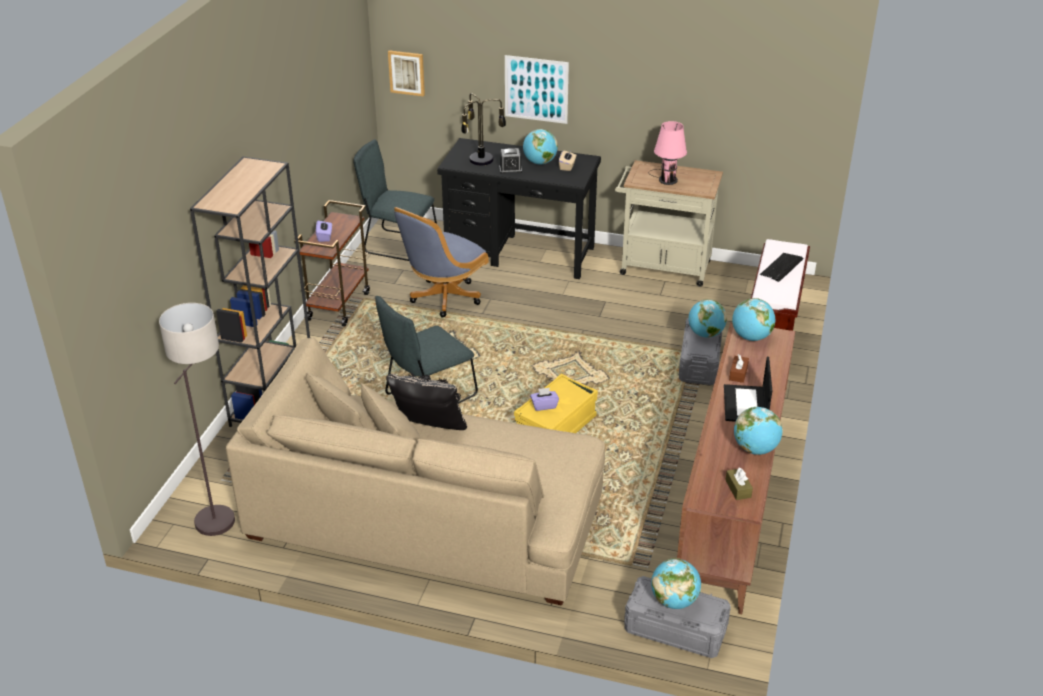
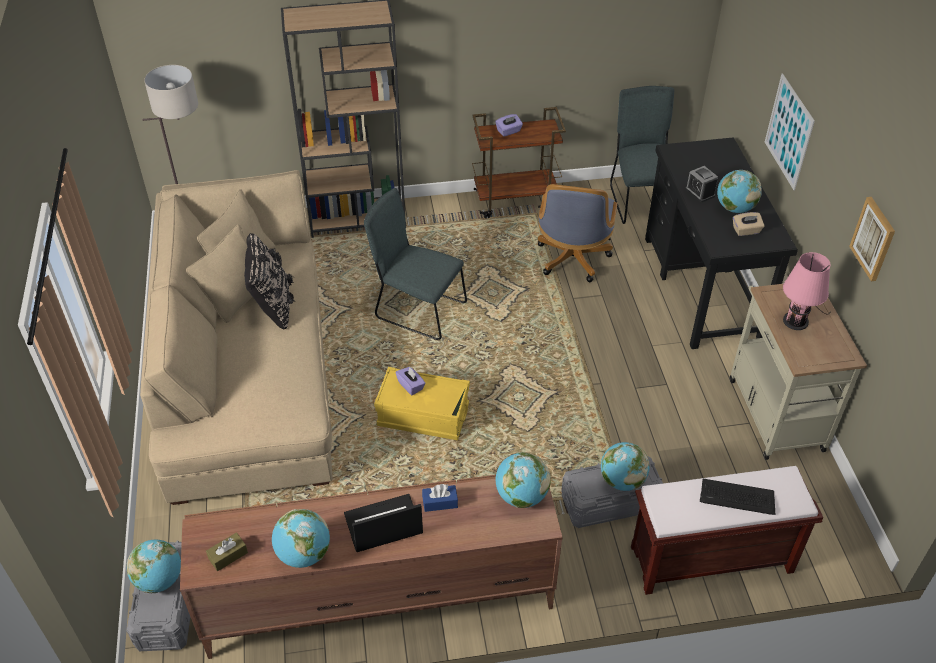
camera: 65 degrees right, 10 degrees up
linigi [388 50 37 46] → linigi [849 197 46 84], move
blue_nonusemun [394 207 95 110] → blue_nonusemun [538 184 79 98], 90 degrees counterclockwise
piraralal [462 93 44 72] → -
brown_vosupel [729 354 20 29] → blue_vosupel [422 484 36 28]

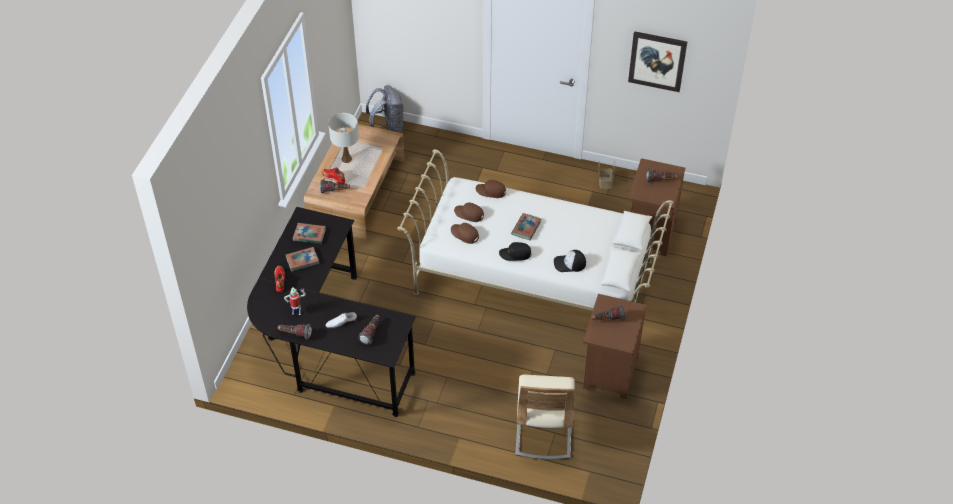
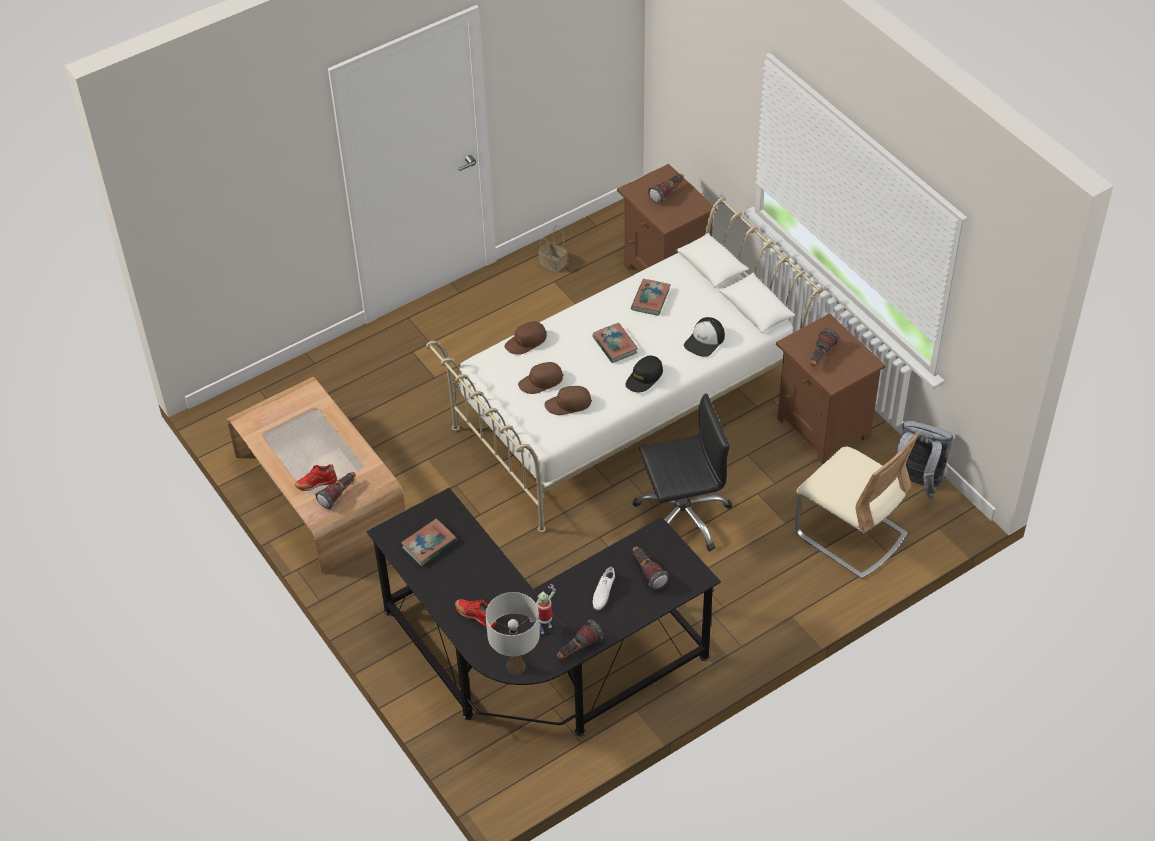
camera: 50 degrees left, 0 degrees up
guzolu [285 247 35 25] → guzolu [631 279 40 37], move
white_piraralal [328 113 31 50] → white_piraralal [486 592 54 82], move
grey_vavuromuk [366 85 37 48] → grey_vavuromuk [896 421 57 78], move
linigi [628 31 59 61] → -
- → black_nonusemun [632 393 100 158]

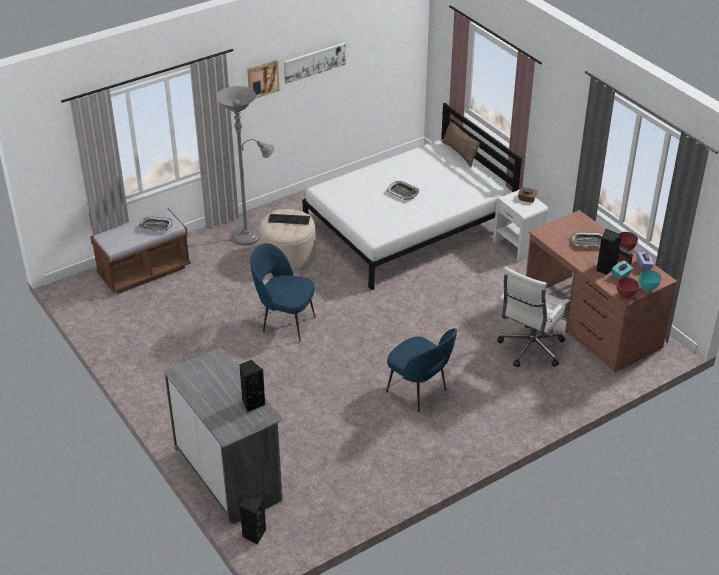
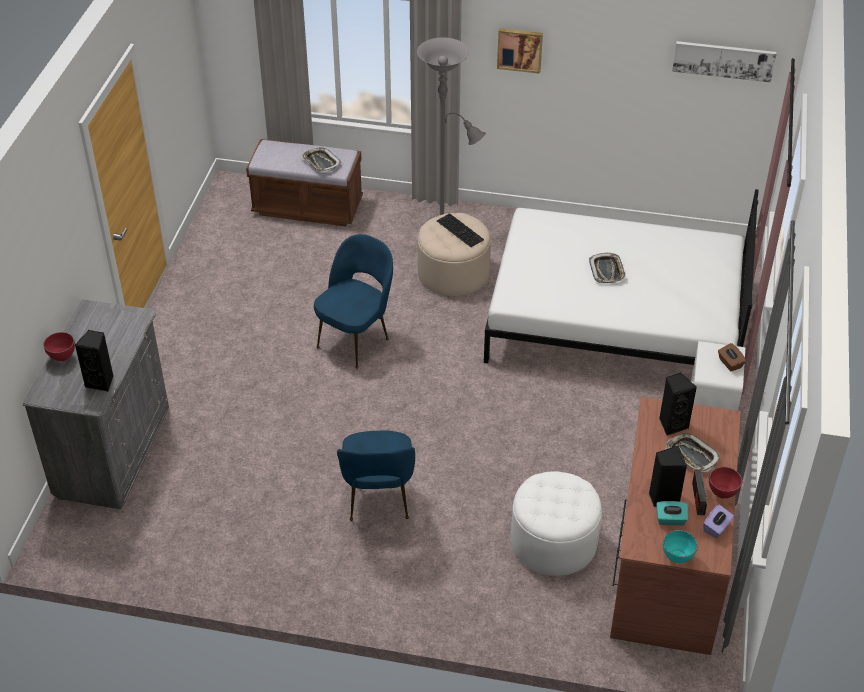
camera: 45 degrees right, 5 degrees up
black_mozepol [239 496 27 49] → black_mozepol [659 373 38 63], move
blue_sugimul [250 243 66 99] → blue_sugimul [314 234 79 135], 60 degrees clockwise
linigi [284 43 62 41] → linigi [672 41 105 41], move
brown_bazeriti [442 121 39 46] → -
white_nonusemun [497 267 74 100] → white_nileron [511 471 91 105]
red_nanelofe [616 277 23 22] → red_nanelofe [43 332 32 30], move

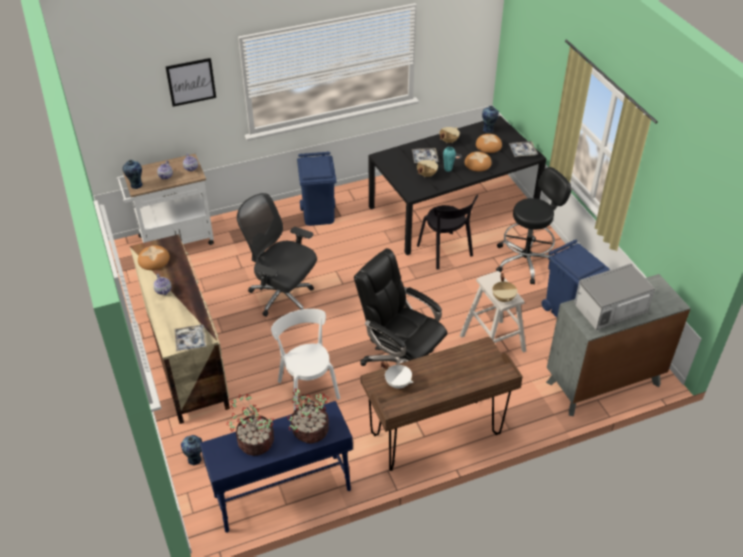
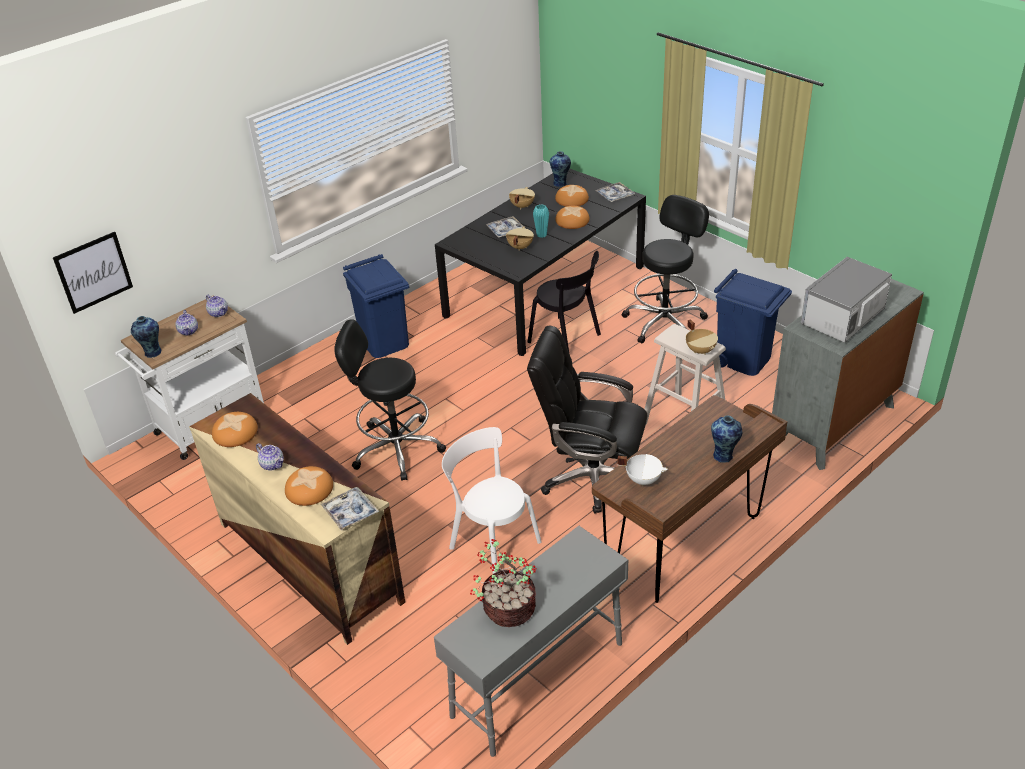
camera: 20 degrees left, 5 degrees down
linigi [166 58 50 49] → linigi [53 232 80 82], move
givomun [181 435 21 30] → givomun [711 415 31 48], move
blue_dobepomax [200 401 153 132] → grey_dobepomax [434 526 195 231]
nonusemun [237 193 80 124] → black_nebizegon [334 319 112 162]
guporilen [287 389 42 55] → -
- → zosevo [285 466 48 40]

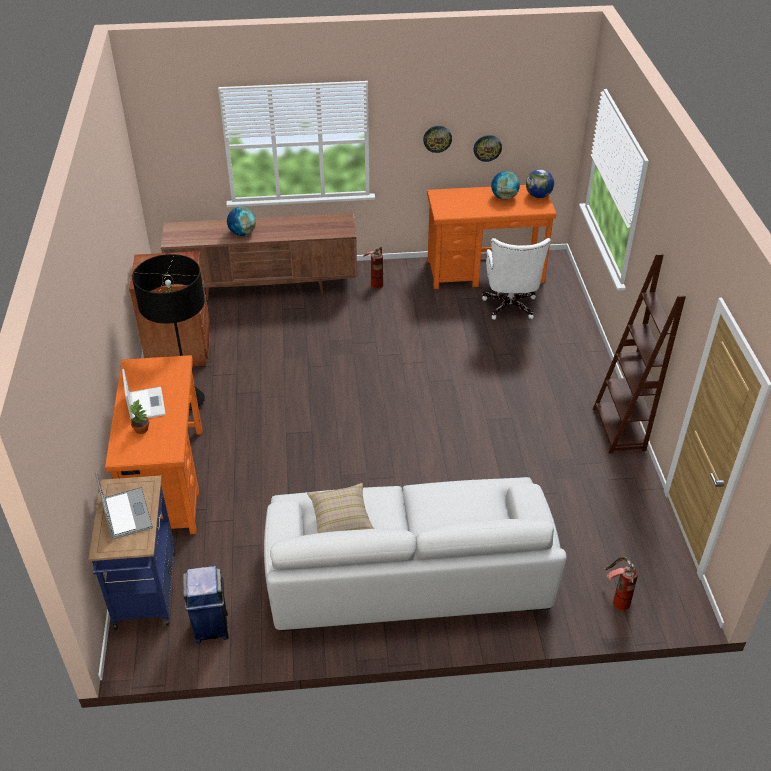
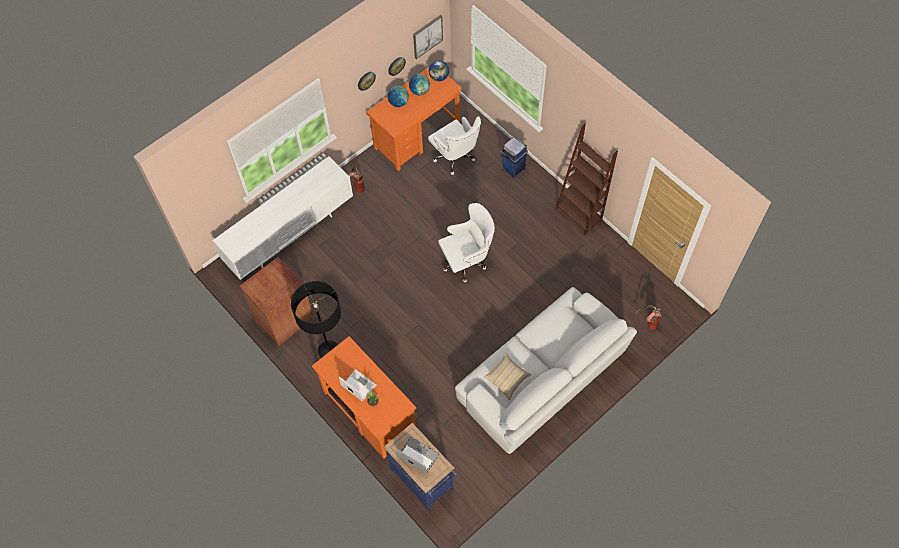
camera: 35 degrees left, 20 degrees up
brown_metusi [161 213 196 87] → white_metusi [213 156 140 124]
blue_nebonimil [183 566 46 78] → blue_nebonimil [501 137 27 42], move
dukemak [227 207 29 29] → dukemak [388 86 21 21], move
- → linigi [413 15 30 44]
- → white_nonusemun [438 203 57 79]

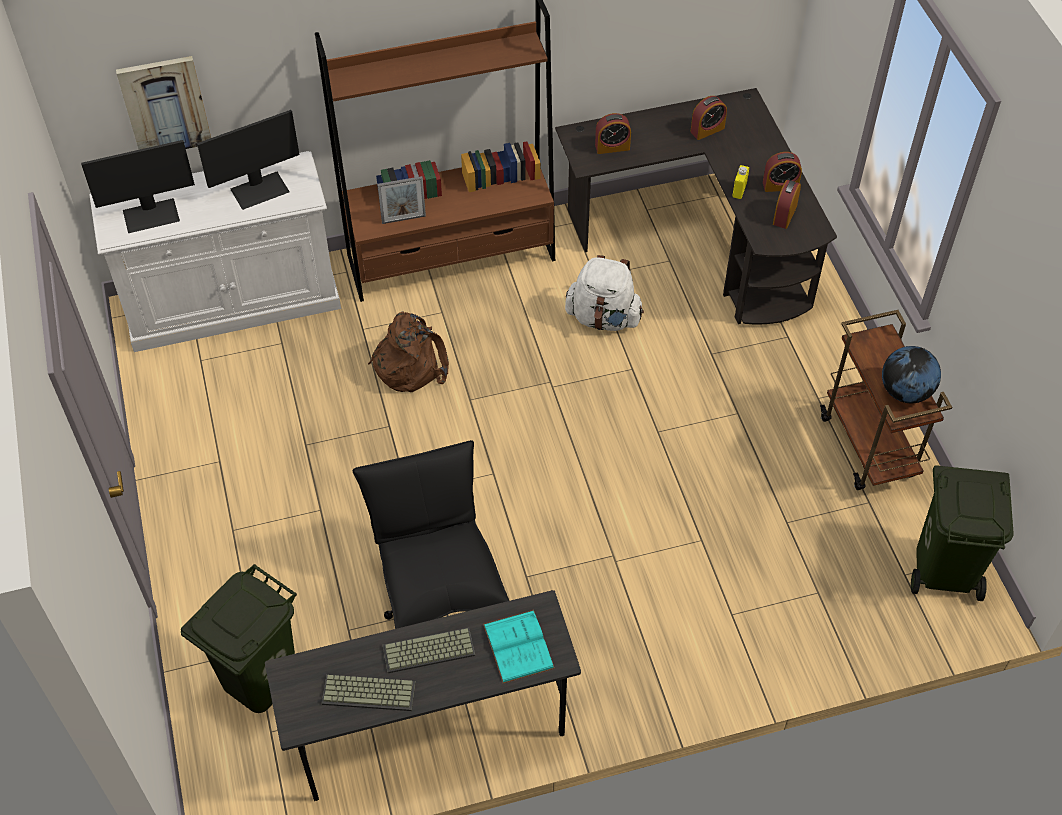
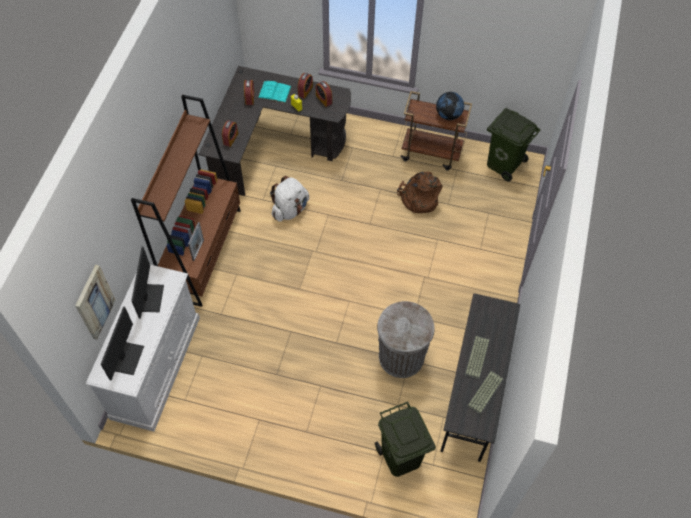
camera: 60 degrees left, 5 degrees up
black_nonusemun [353 440 156 189] → grey_nebonimil [377 301 57 77]
brown_vavuromuk [368 311 81 81] → brown_vavuromuk [397 172 46 41], move
turquoise_guzolu [483 610 72 74] → turquoise_guzolu [258 81 34 22], move

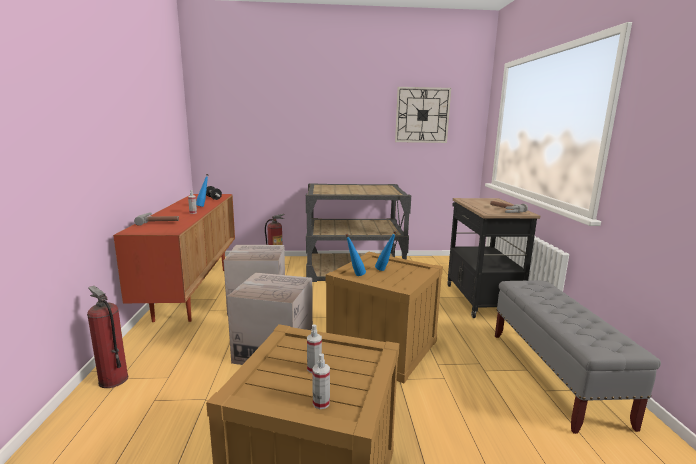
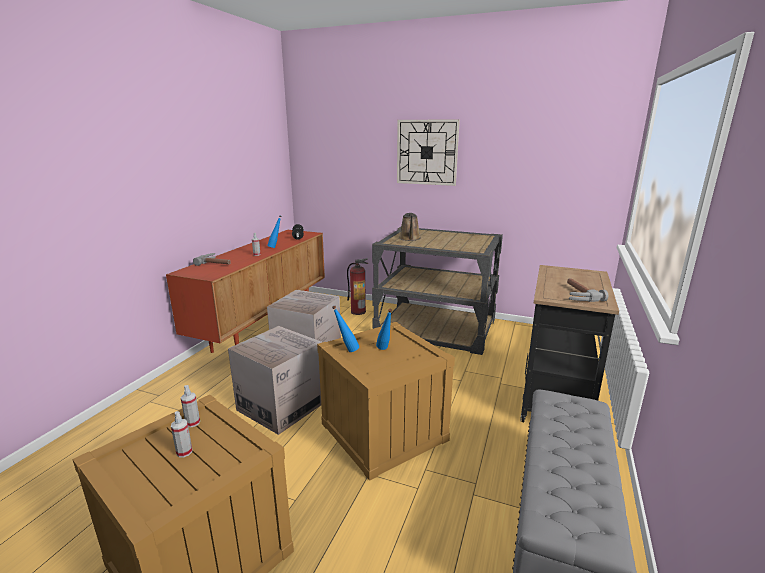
camera: 25 degrees right, 5 degrees up
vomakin [87 286 41 102] → -
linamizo [312 353 18 56] → linamizo [181 385 19 42], move
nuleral [395 87 56 56] → nuleral [397 119 63 67], move
- → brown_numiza [399 213 22 28]

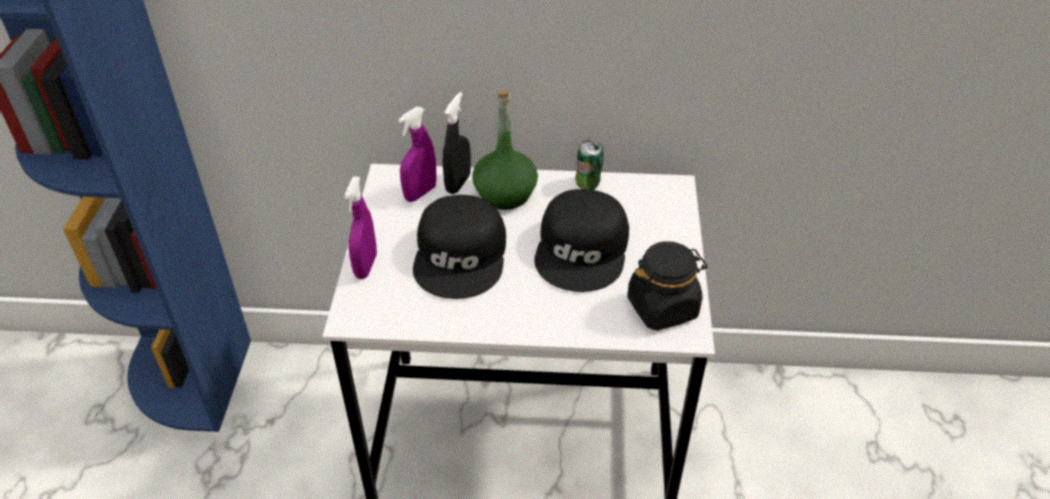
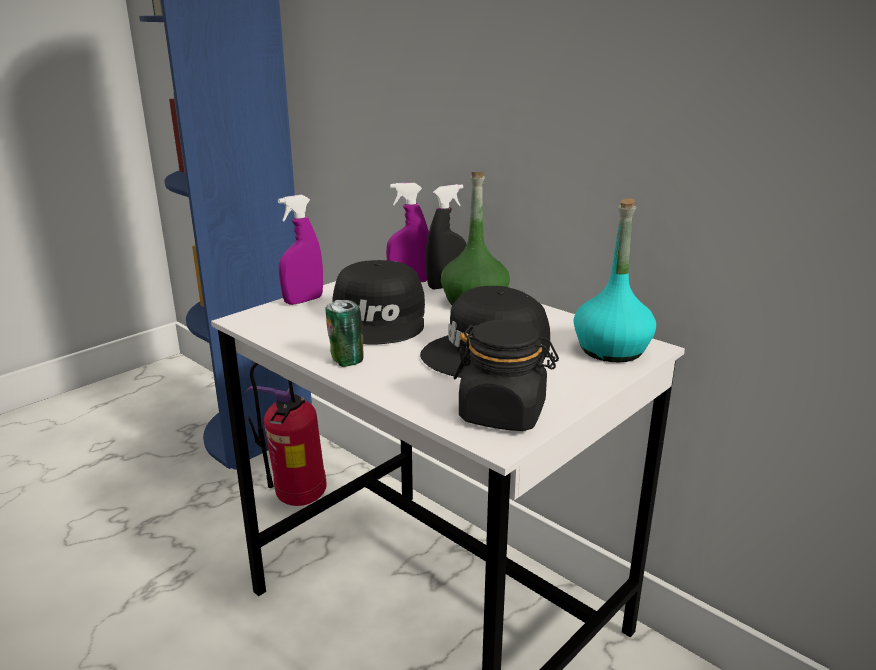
camera: 40 degrees right, 20 degrees down
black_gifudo [413 195 93 104] → black_gifudo [333 260 92 84], 45 degrees counterclockwise
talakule [575 141 29 49] → talakule [325 300 39 67], move
- → vomakin [246 362 81 144]
- → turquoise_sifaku [574 199 82 163]

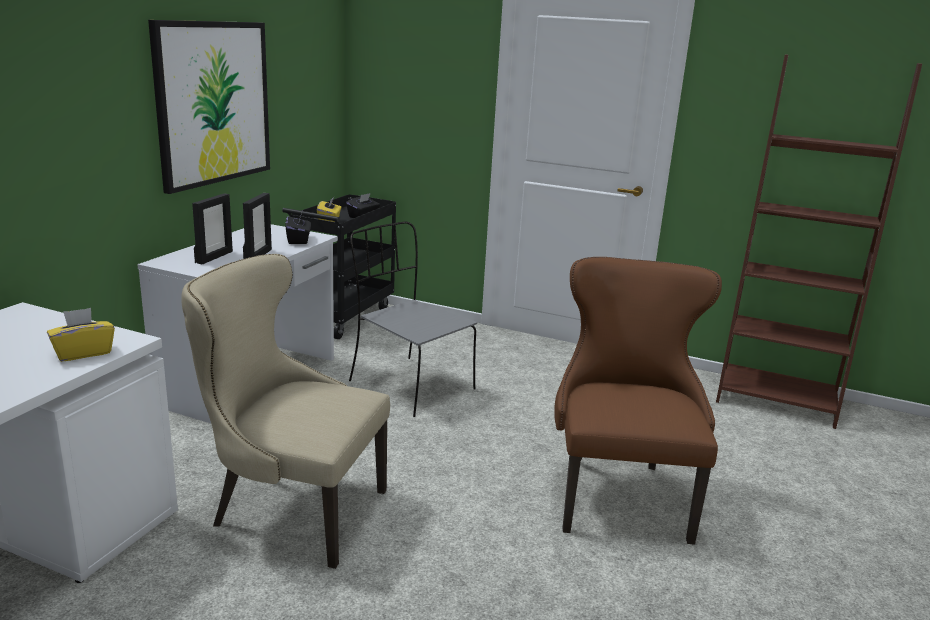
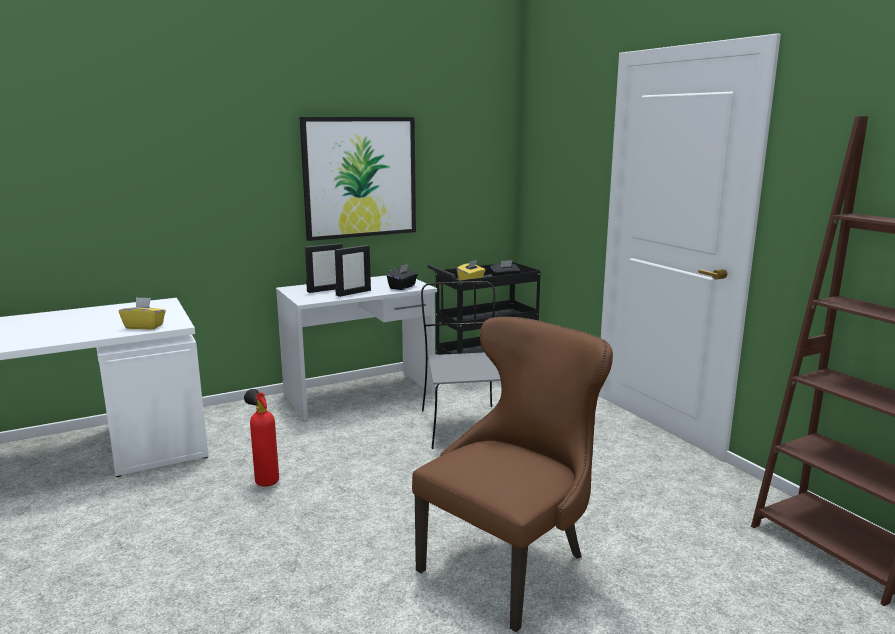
camera: 40 degrees right, 5 degrees down
beige_sugimul [181 254 209 315] → vomakin [244 389 35 98]

